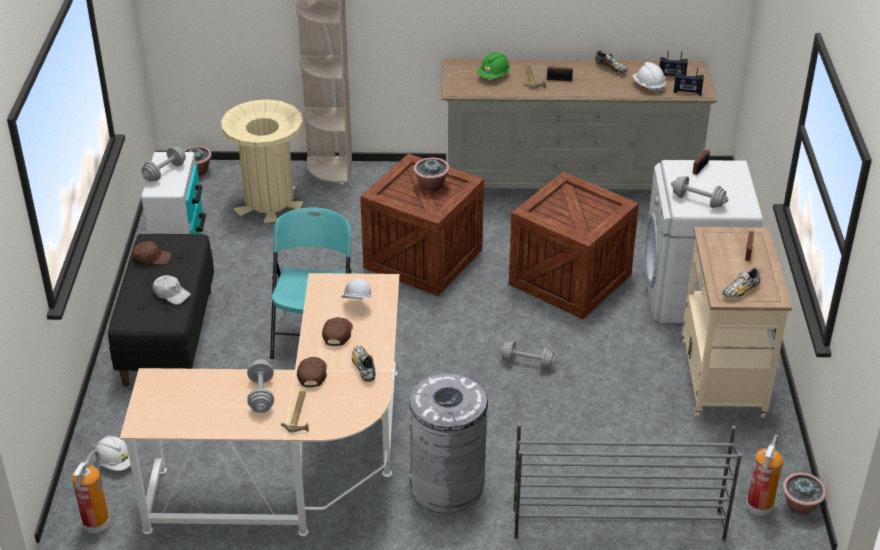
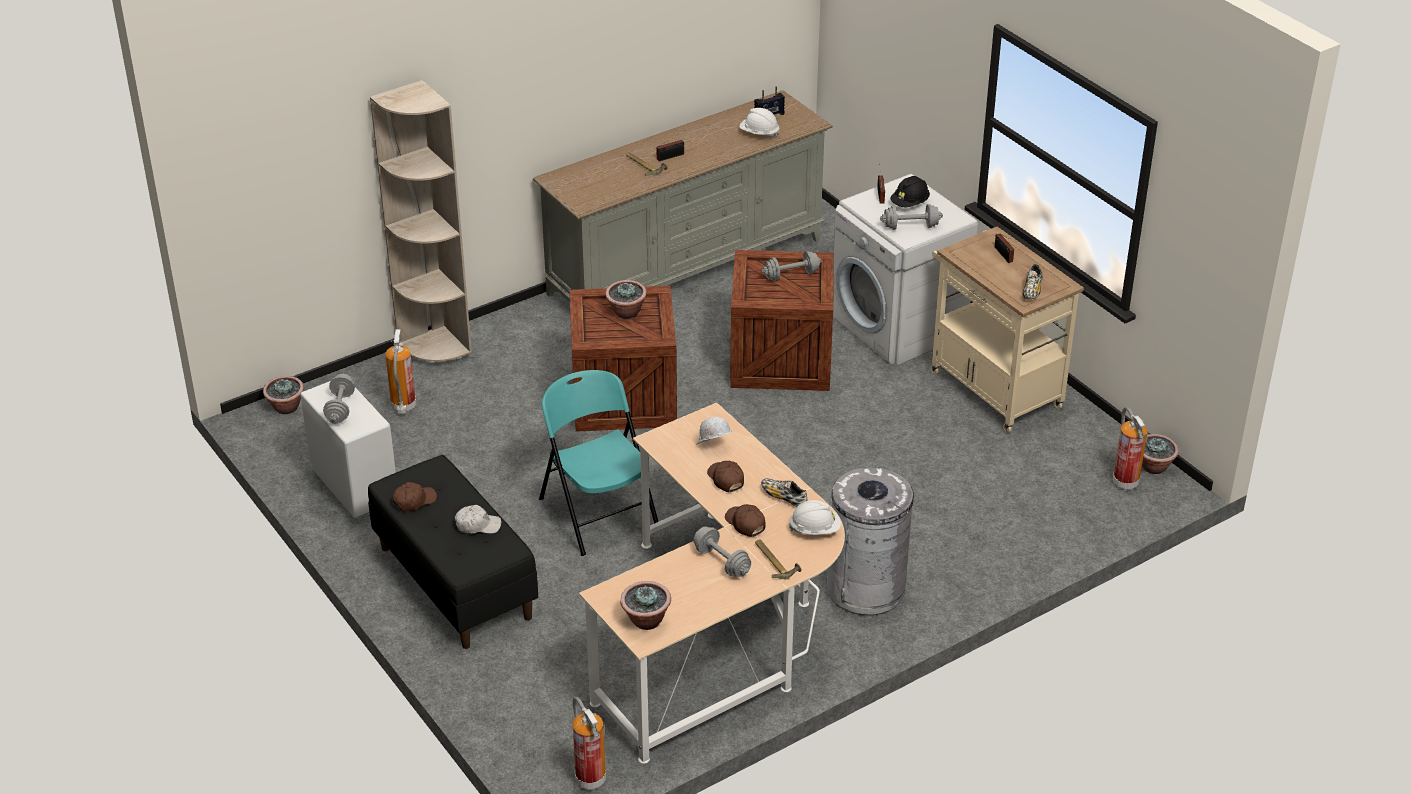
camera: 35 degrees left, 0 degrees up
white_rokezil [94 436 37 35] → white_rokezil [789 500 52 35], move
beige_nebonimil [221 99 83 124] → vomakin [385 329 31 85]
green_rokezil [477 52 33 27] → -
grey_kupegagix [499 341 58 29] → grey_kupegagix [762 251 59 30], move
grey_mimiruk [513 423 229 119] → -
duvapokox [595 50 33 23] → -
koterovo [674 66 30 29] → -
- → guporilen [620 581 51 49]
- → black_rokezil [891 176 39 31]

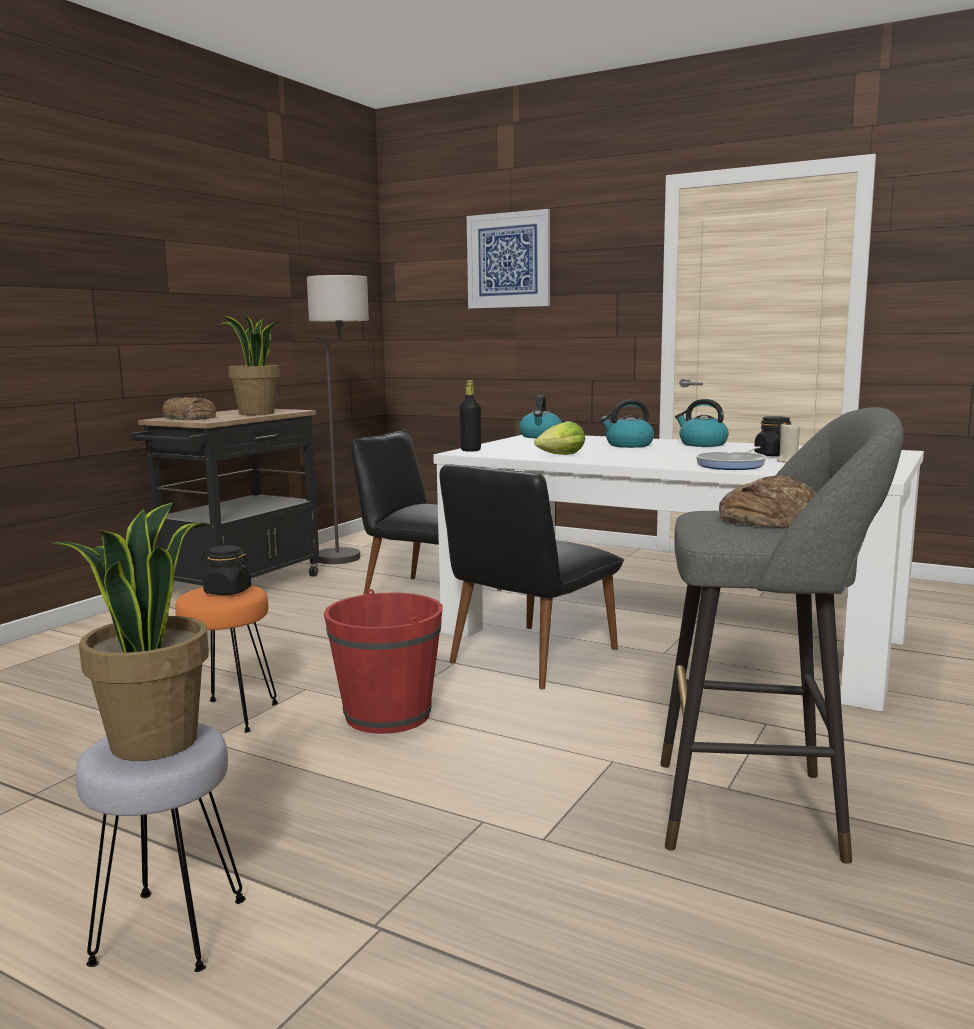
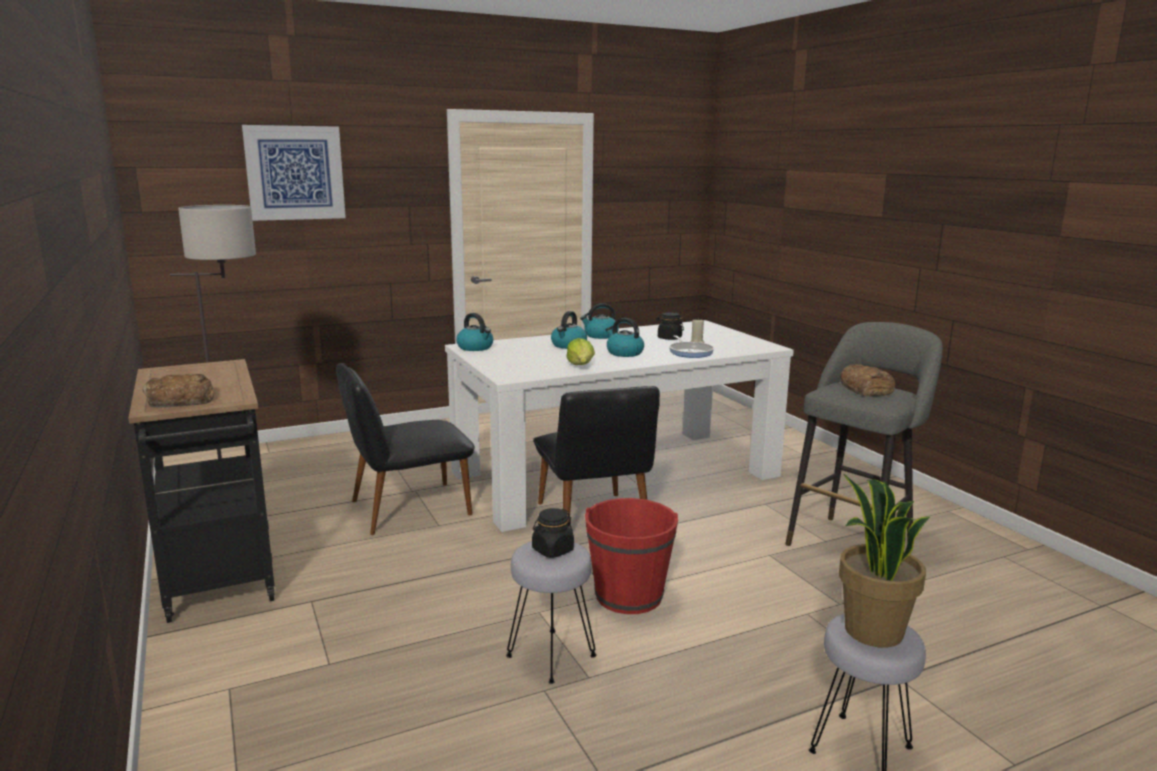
camera: 55 degrees left, 5 degrees up
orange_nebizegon [175 585 103 148] → grey_nebizegon [506 541 91 143]
guporilen [219 313 62 102] → -
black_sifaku [459 380 22 72] → -
- → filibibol [606 318 38 39]

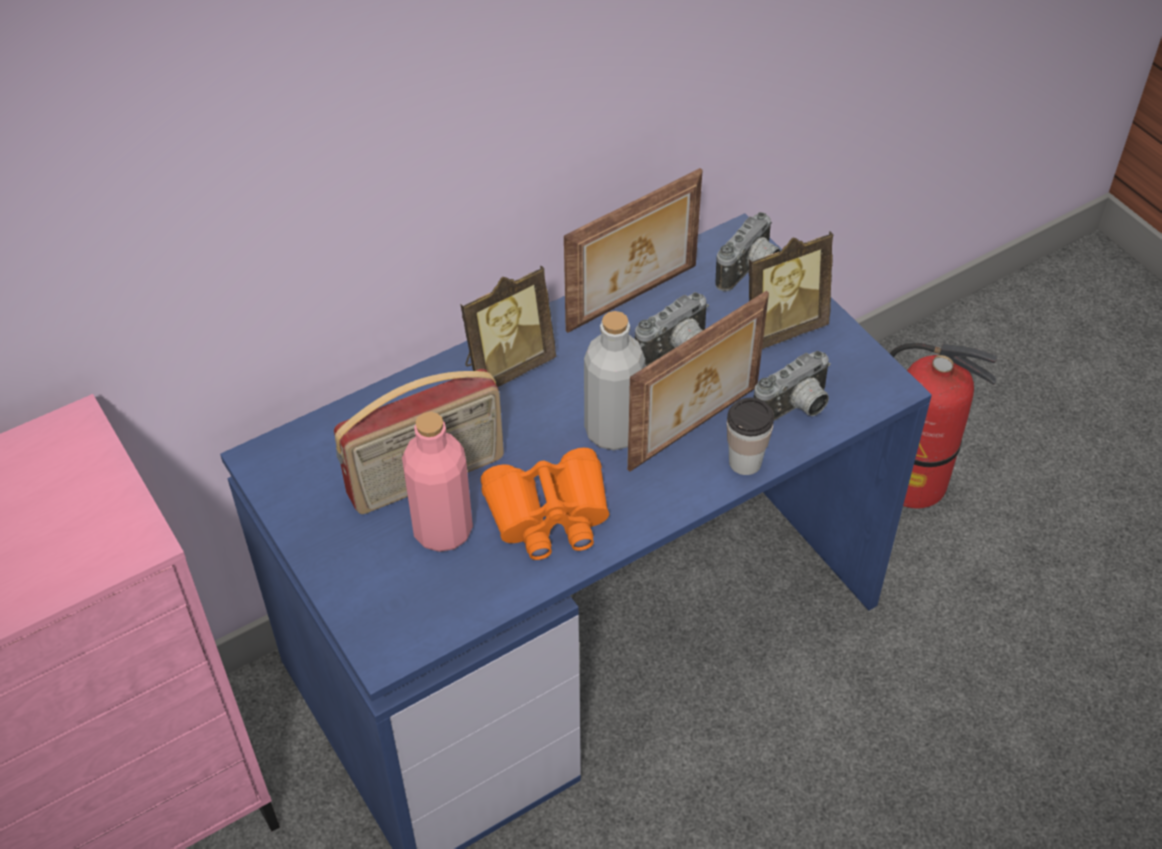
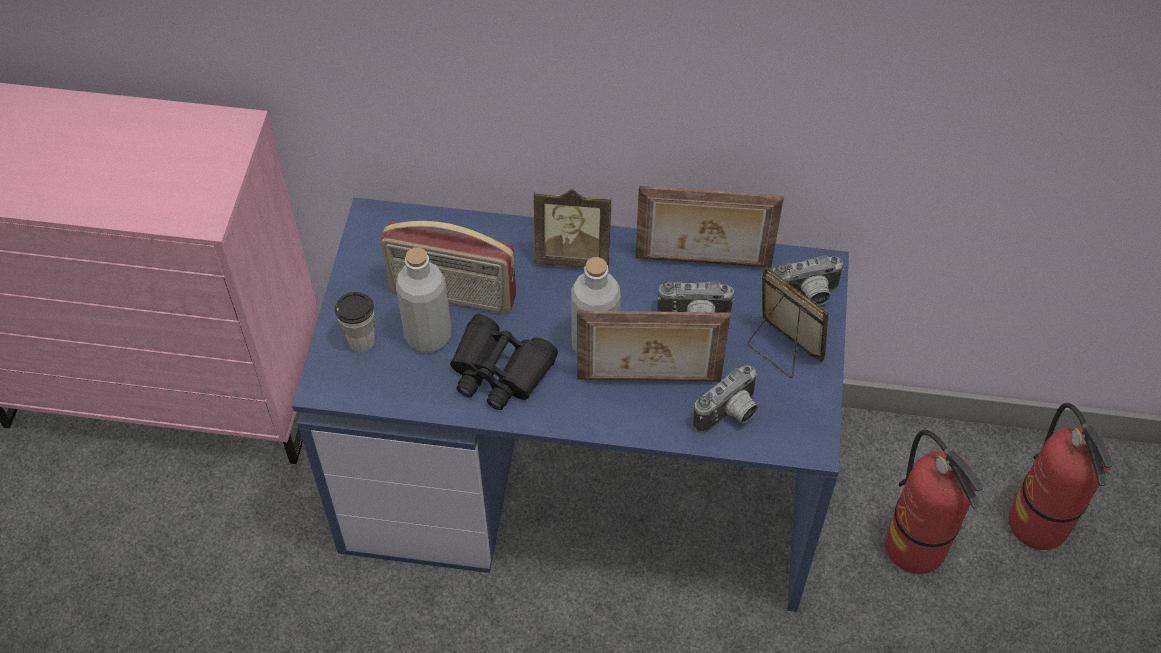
camera: 40 degrees right, 5 degrees up
pink_sifaku [402 412 71 140] → grey_sifaku [396 247 55 105]
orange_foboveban [481 448 128 112] → black_foboveban [450 314 108 96]
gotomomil [727 397 47 78] → gotomomil [335 292 40 60], move
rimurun [749 232 84 117] → rimurun [747 266 82 112], 150 degrees counterclockwise
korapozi [754 351 77 70] → korapozi [693 365 65 68], 45 degrees counterclockwise
- → vomakin [1008 403 105 147]

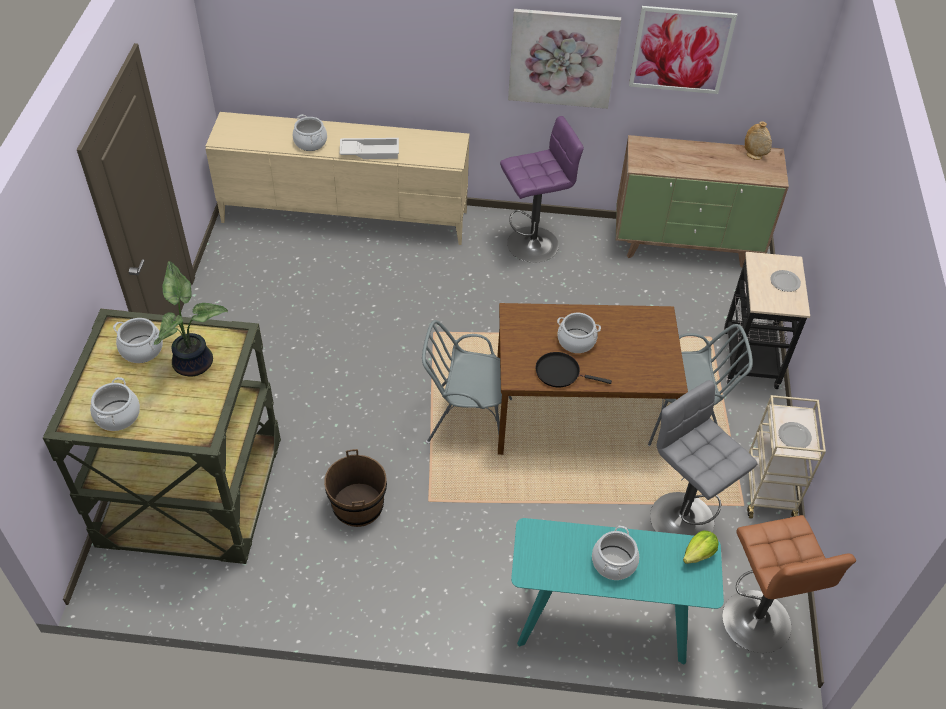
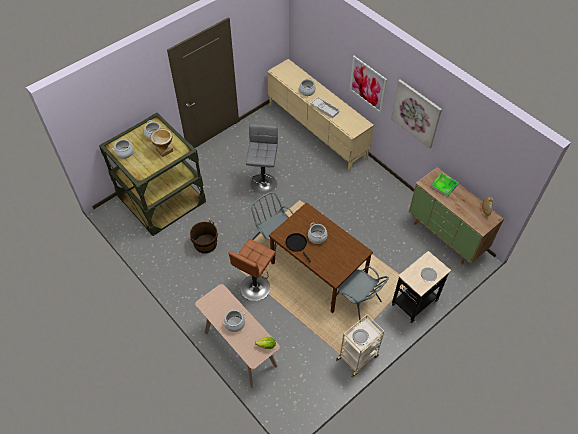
camera: 45 degrees right, 5 degrees up
guporilen [154 261 74 116] → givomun [150 128 23 29]
purple_nebizegon [500 116 84 147] → -
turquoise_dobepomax [511 518 213 146] → beige_dobepomax [195 284 85 104]
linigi [629 6 108 88] → linigi [350 56 37 57], move
grey_nebizegon [650 380 108 156] → grey_nebizegon [246 124 32 71], move
brown_nebizegon [722 515 134 138] → brown_nebizegon [228 239 48 62], move
- → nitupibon [430 173 29 24]

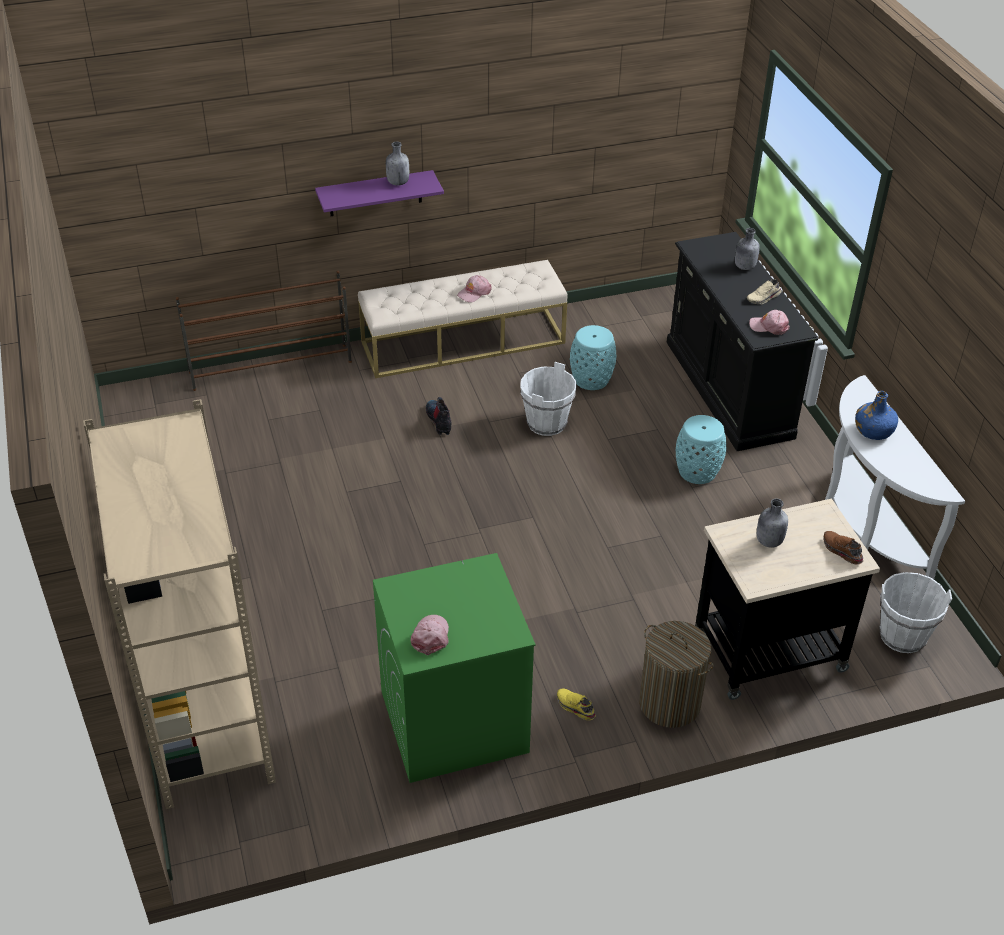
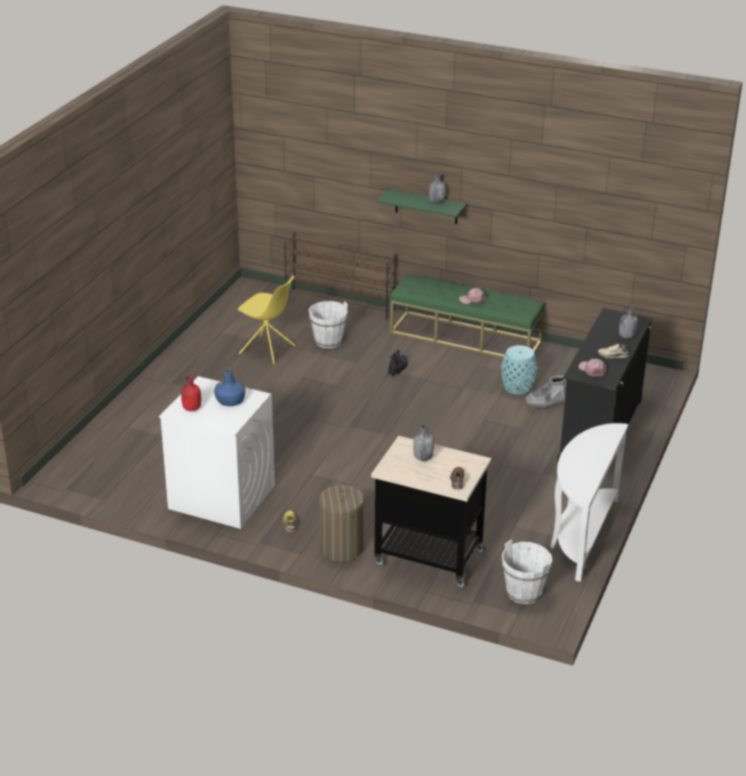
camera: 40 degrees right, 10 degrees down
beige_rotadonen [83 399 193 410] → -
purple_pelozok [315 170 129 46] → green_pelozok [377 189 90 35]
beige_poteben [358 260 210 118] → green_poteben [390 274 155 84]
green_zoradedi [373 553 163 230] → white_zoradedi [159 376 116 153]
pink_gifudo [411 615 38 40] → red_sifaku [181 376 20 35]
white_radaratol [520 362 56 74] → white_radaratol [308 301 40 47], move
turquoise_nebizegon [676 415 50 69] → -
blue_sifaku [855 391 43 49] → blue_sifaku [214 368 31 38], move
- → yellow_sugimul [238 275 57 89]
- → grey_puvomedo [525 375 41 34]

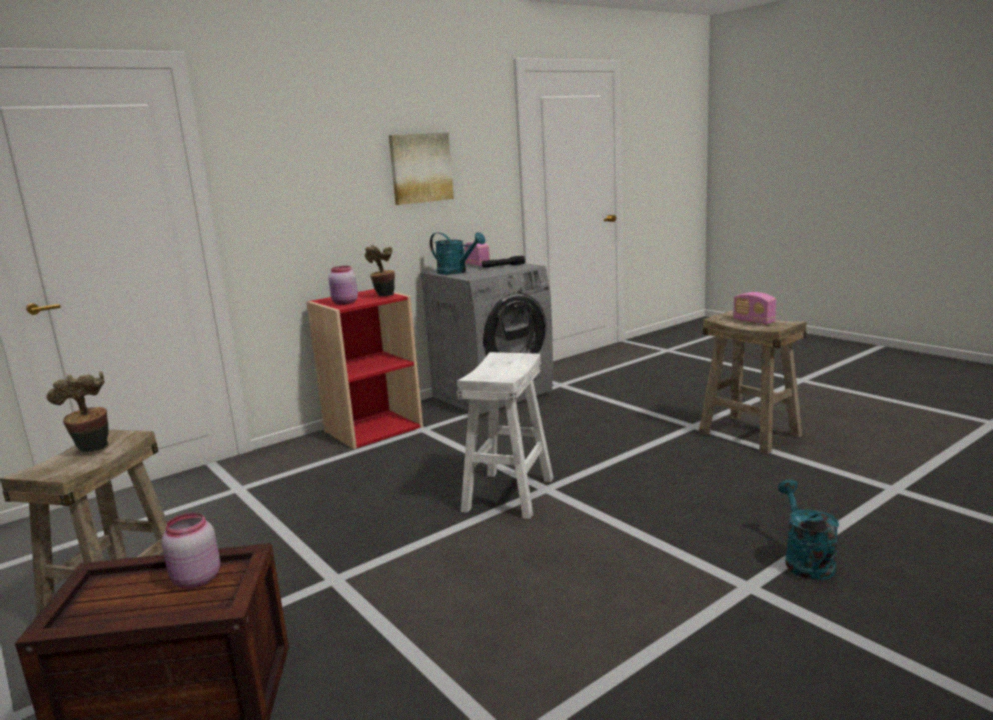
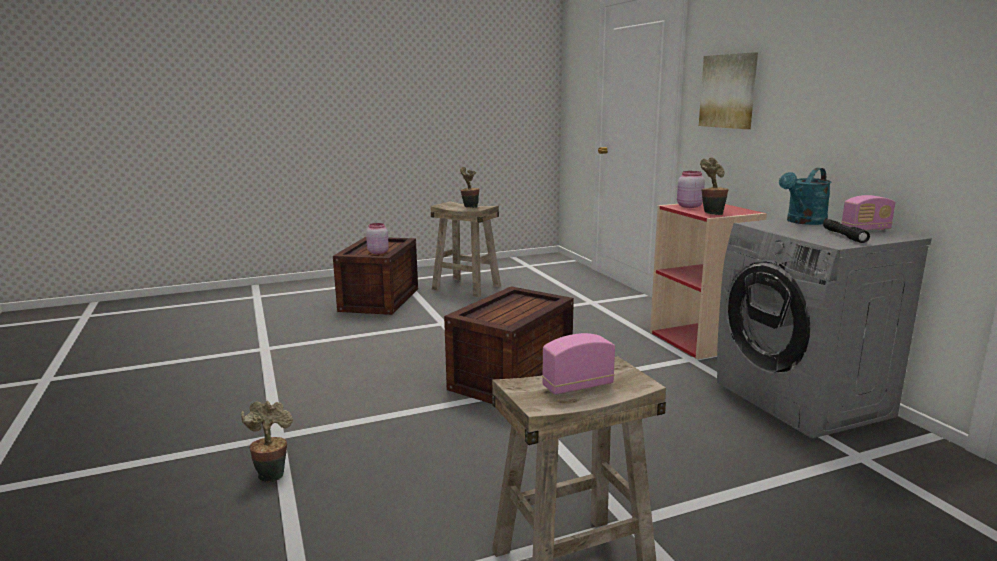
camera: 105 degrees right, 0 degrees up
linigi [389 132 65 73] → linigi [699 52 59 77], move
white_nebizegon [457 352 96 167] → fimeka [444 286 130 118]
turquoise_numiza [778 480 61 100] → guporilen [241 401 52 81]

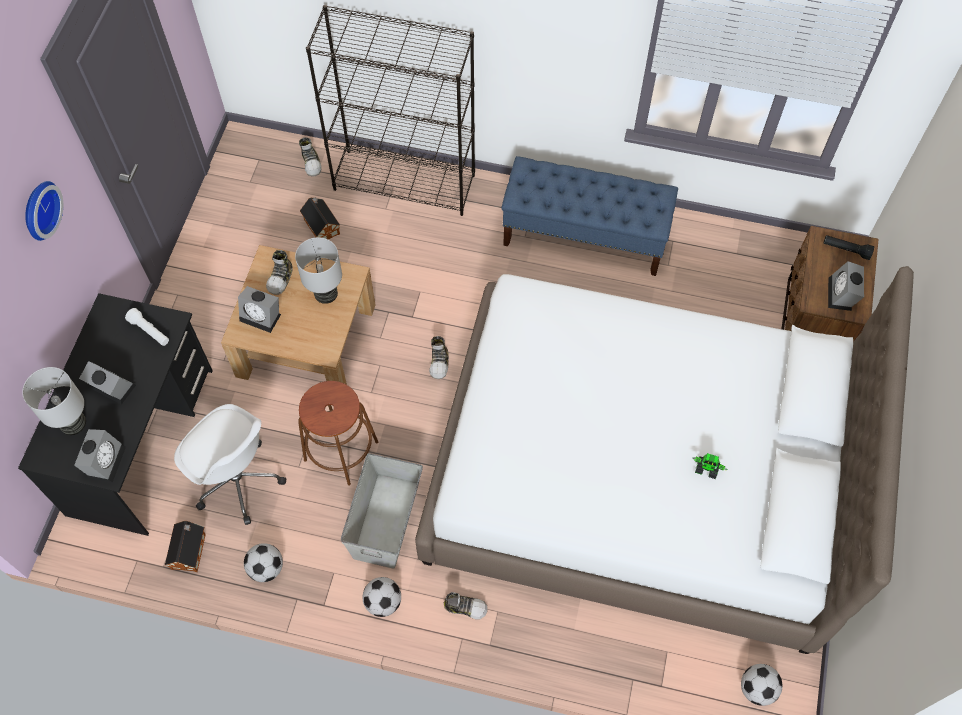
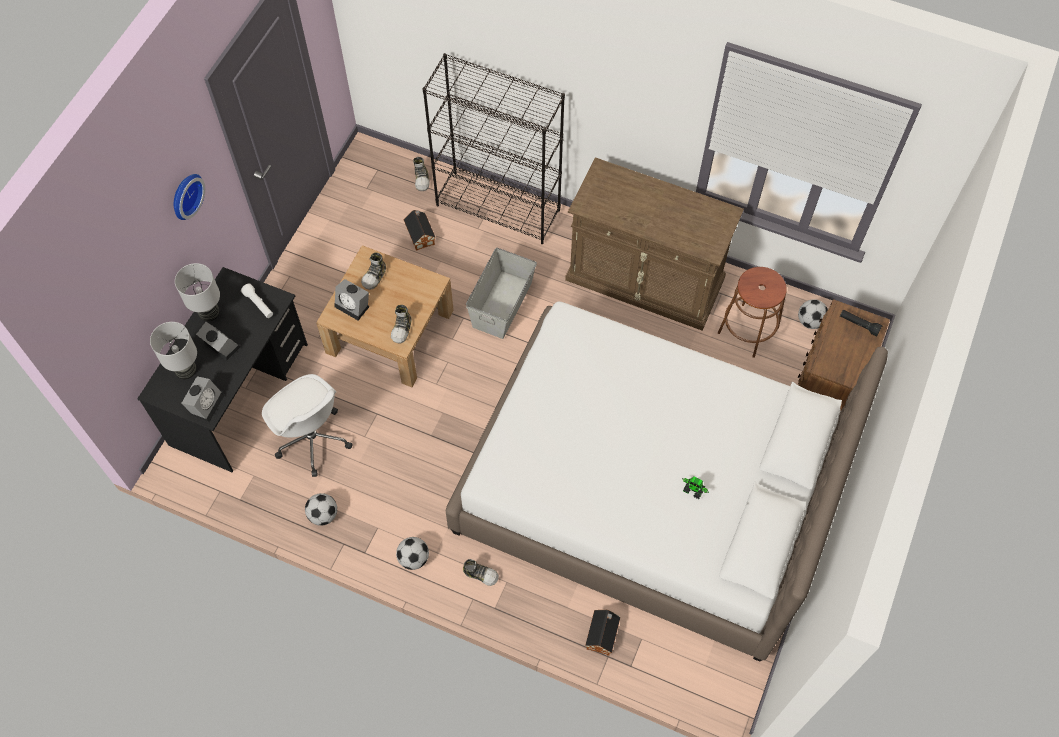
camera: 10 degrees right, 0 degrees up
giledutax [165 521 41 51] → giledutax [585 610 35 46], move
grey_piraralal [295 237 47 67] → grey_piraralal [175 263 45 58], move
brown_nebizegon [298 381 80 105] → brown_nebizegon [718 267 69 91], move
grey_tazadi [341 453 82 116] → grey_tazadi [466 248 71 91], move
duvapokox [429 336 20 43] → duvapokox [391 305 21 38], move
blue_poteben [501 156 177 120] → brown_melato [565 157 179 174]
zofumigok [741 664 41 42] → zofumigok [798 299 30 30], move
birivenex [828 261 36 50] → -

